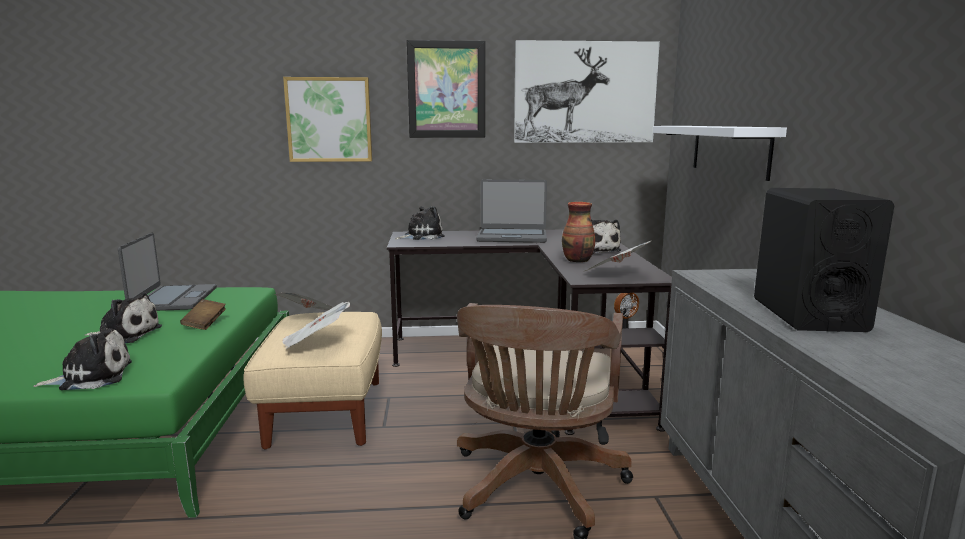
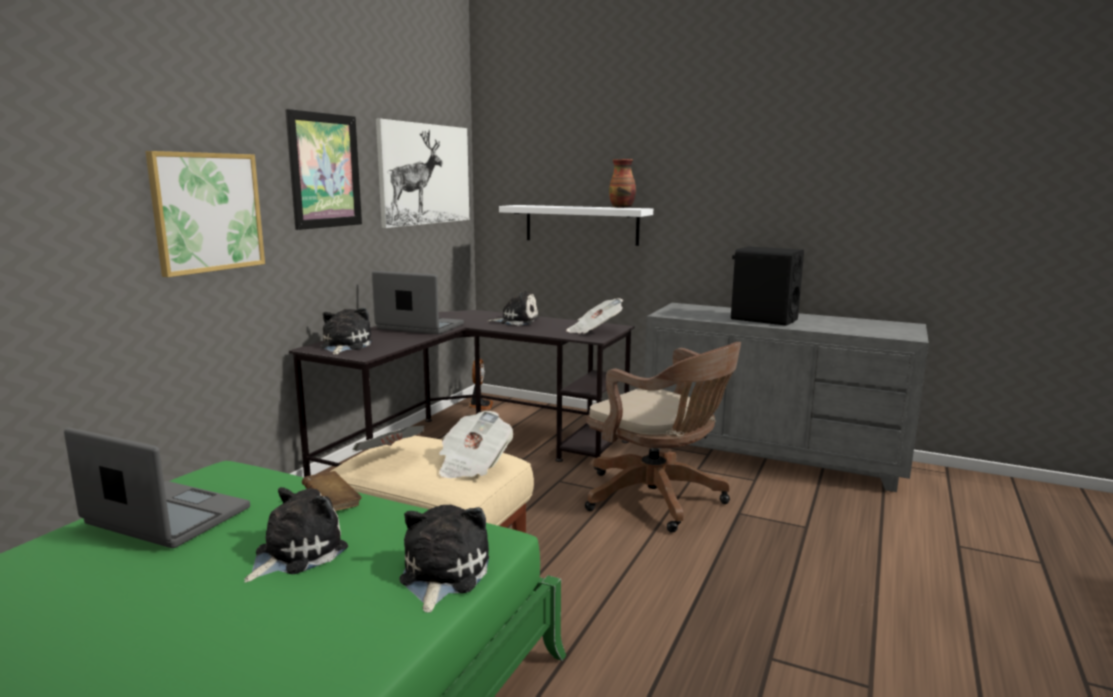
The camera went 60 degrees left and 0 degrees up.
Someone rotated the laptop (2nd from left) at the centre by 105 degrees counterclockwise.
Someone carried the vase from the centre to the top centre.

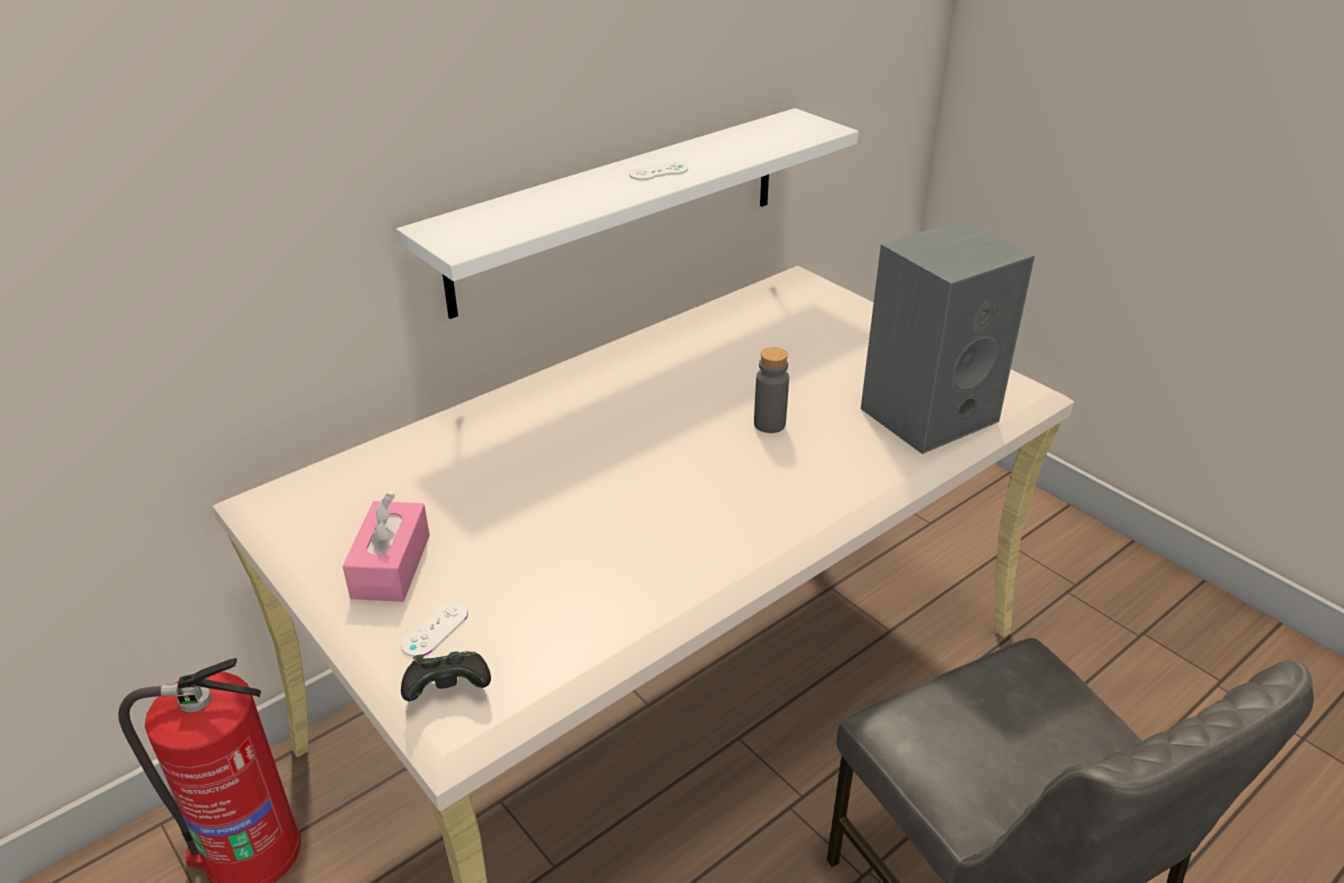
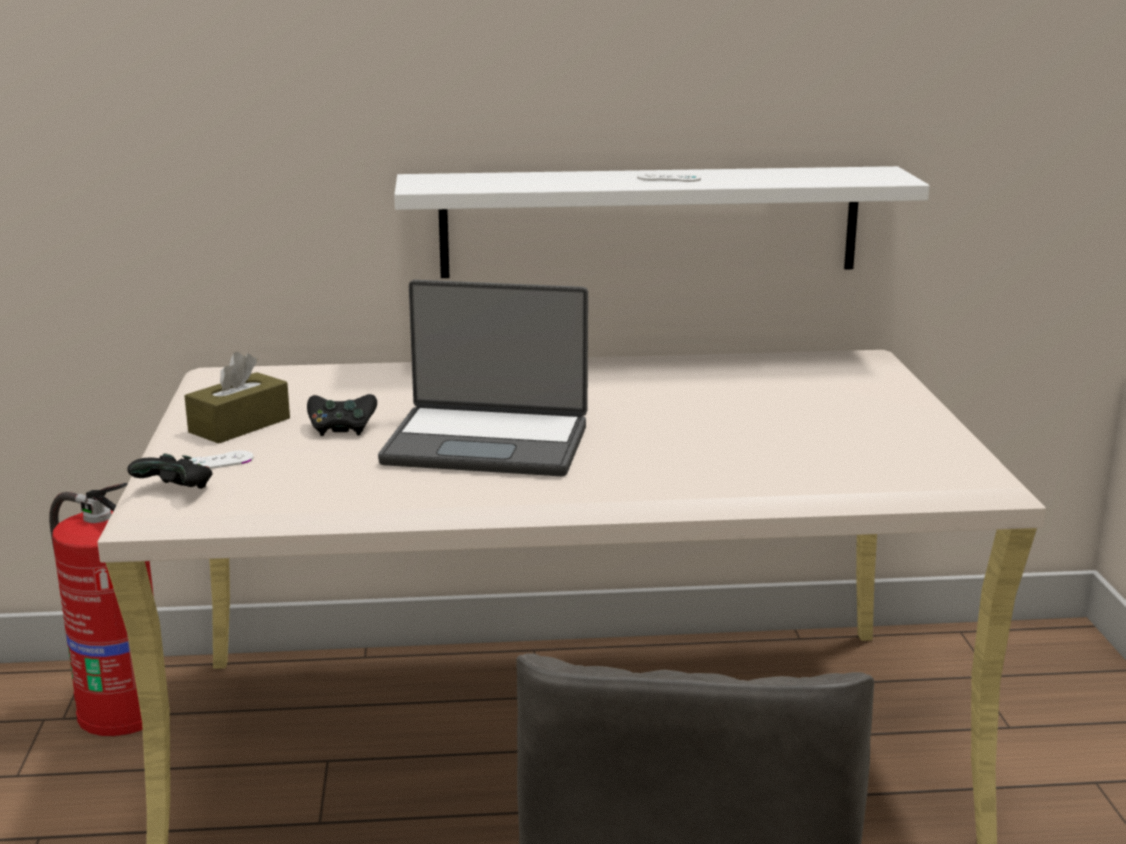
The camera went 35 degrees right and 15 degrees down.
Someone took away the grey speaker at the middle right.
Someone took away the grey bottle at the centre.
Someone repainted the pink tissue box at the middle left, which became the brown tissue box at the middle left.
Someone put down the laptop at the centre.
Someone put down the black game controller (2nd from left) at the middle left.

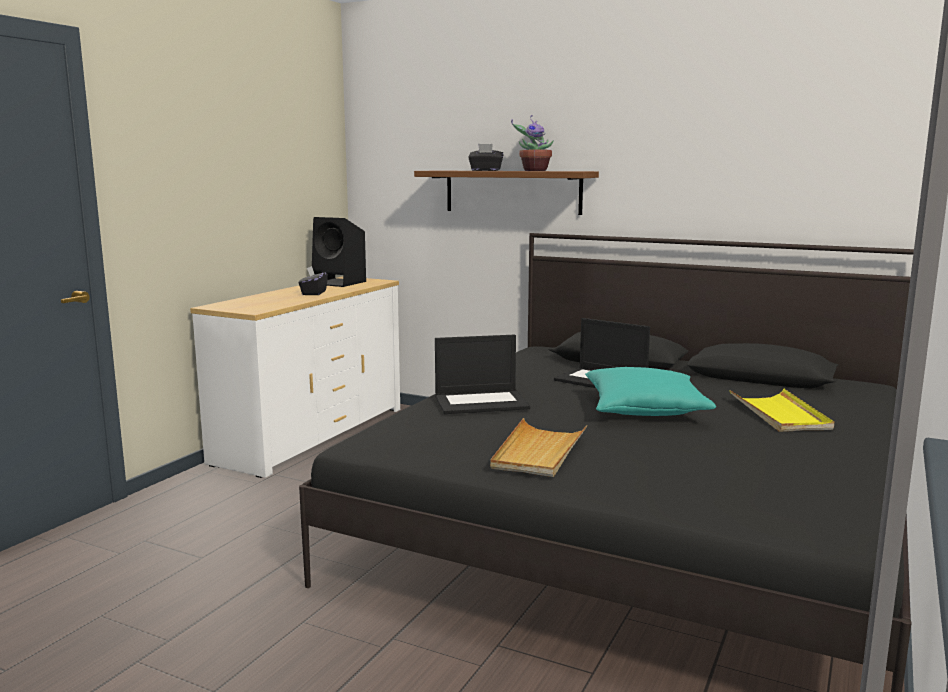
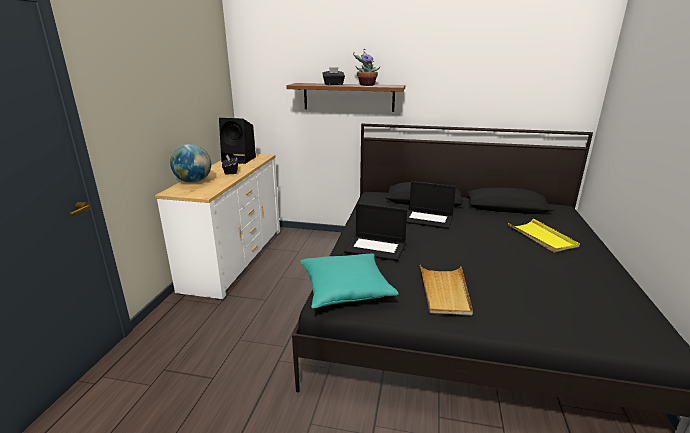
The camera went 15 degrees left and 10 degrees up.
Someone rotated the laptop (1st from left) at the centre by 45 degrees clockwise.
Someone carried the turquoise pillow from the middle right to the centre.
Someone put down the globe at the middle left.

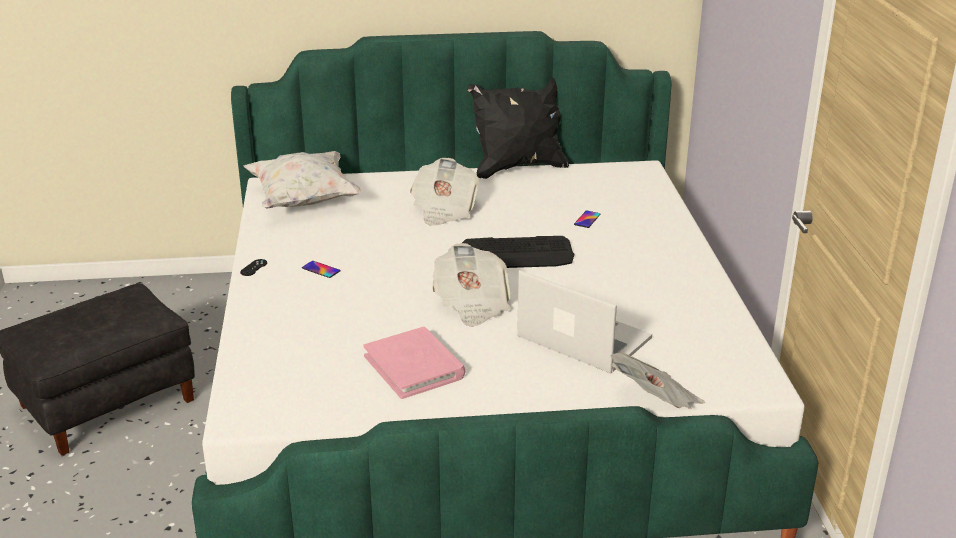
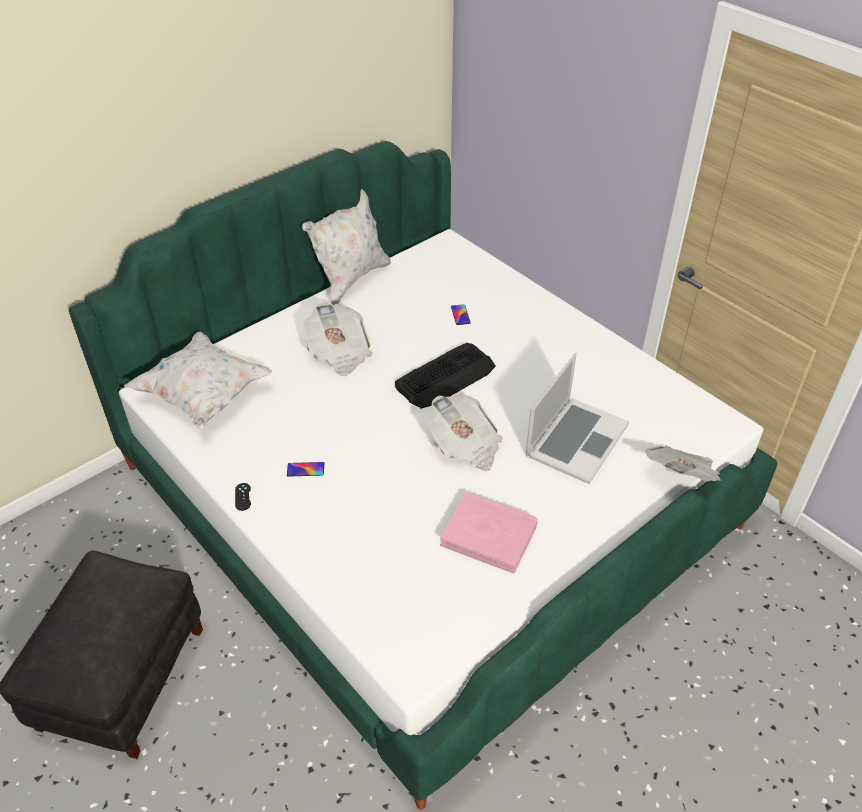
The camera went 35 degrees left and 15 degrees up.
Someone repainted the black pillow at the top centre, which became the white pillow (2nd from left) at the top centre.
Someone rotated the laptop at the centre by 120 degrees clockwise.

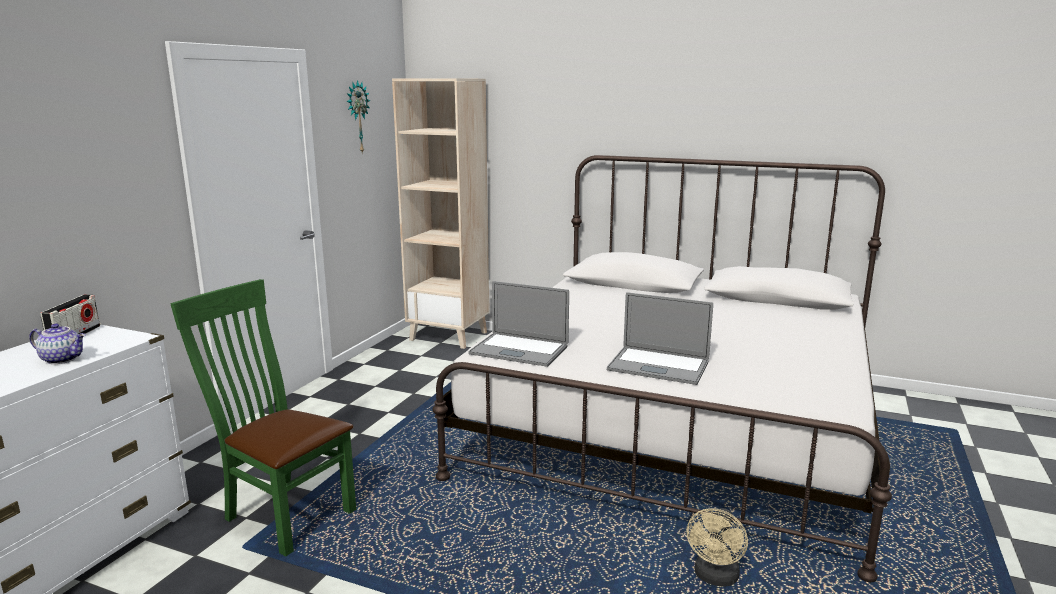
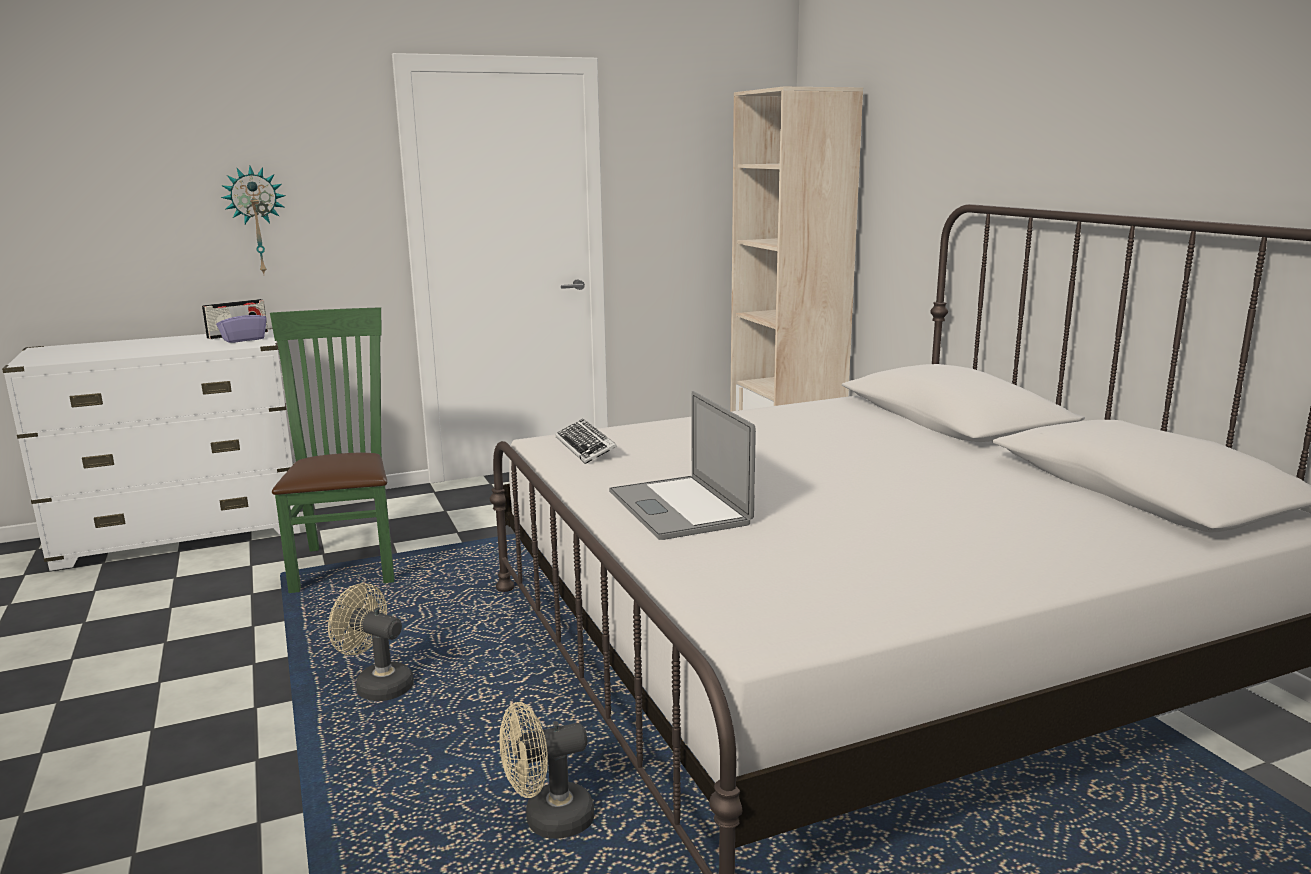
The camera went 45 degrees right and 0 degrees up.
Someone carried the wall clock from the top centre to the top left.
Someone swapped the laptop (1st from left) at the centre for the keyboard at the centre.
Someone took away the teapot at the middle left.
Someone put down the purple tissue box at the middle left.
Someone put down the beige fan (1st from left) at the bottom left.

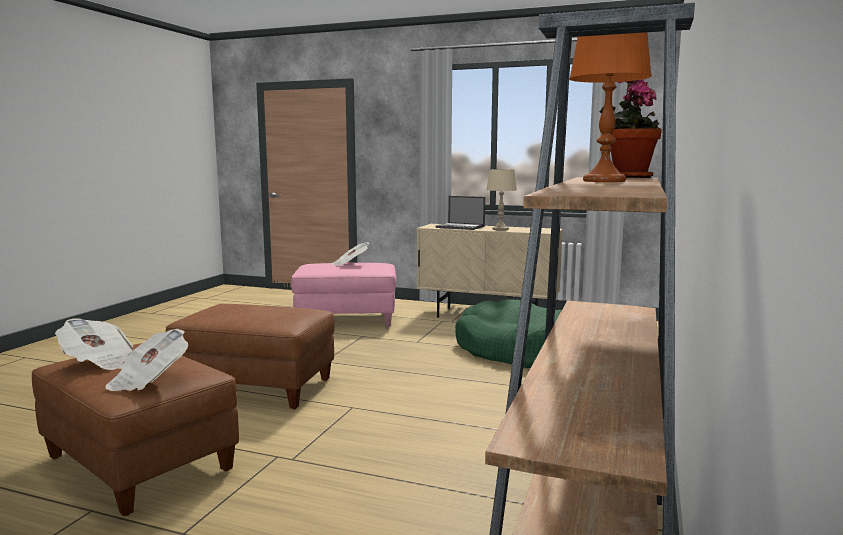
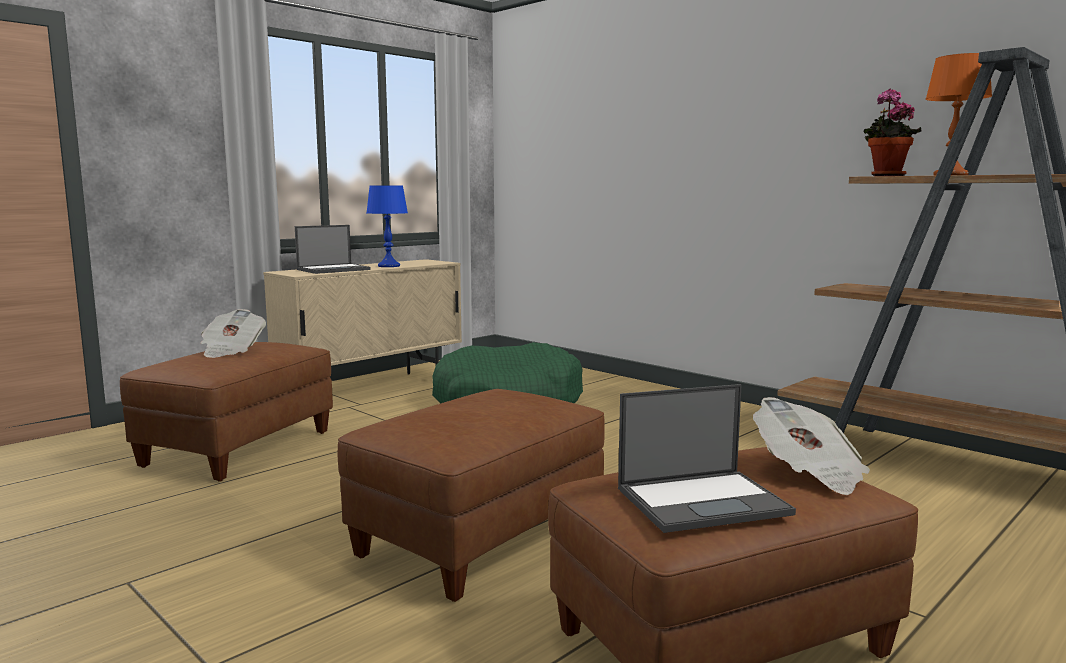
The camera went 65 degrees left and 0 degrees up.
Someone repainted the beige table lamp at the centre, which became the blue table lamp at the centre.
Someone repainted the pink ottoman at the centre, which became the brown ottoman (1st from left) at the middle left.
Someone swapped the newspaper (1st from left) at the middle left for the laptop (2nd from left) at the bottom centre.

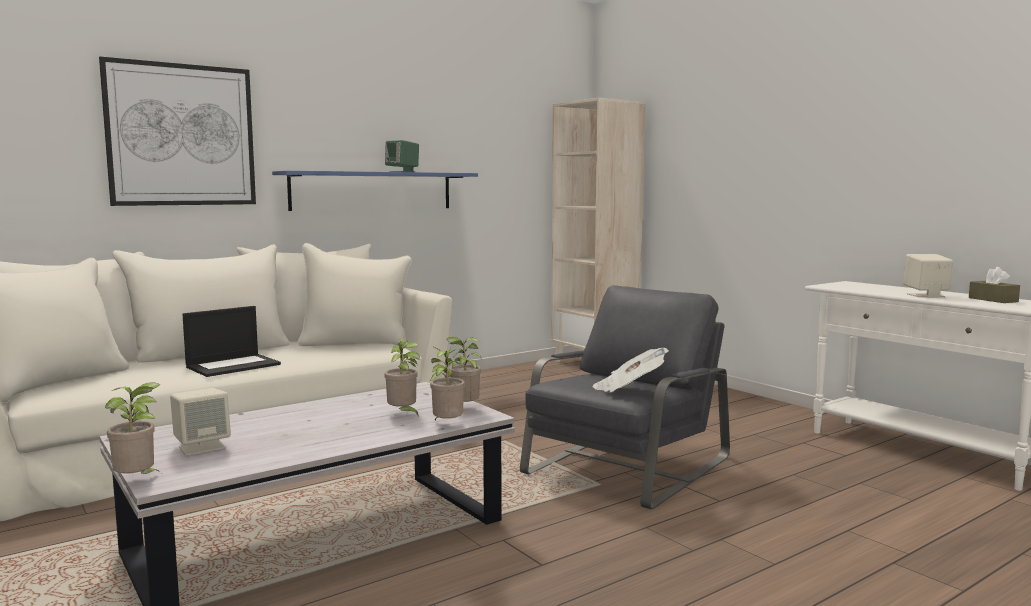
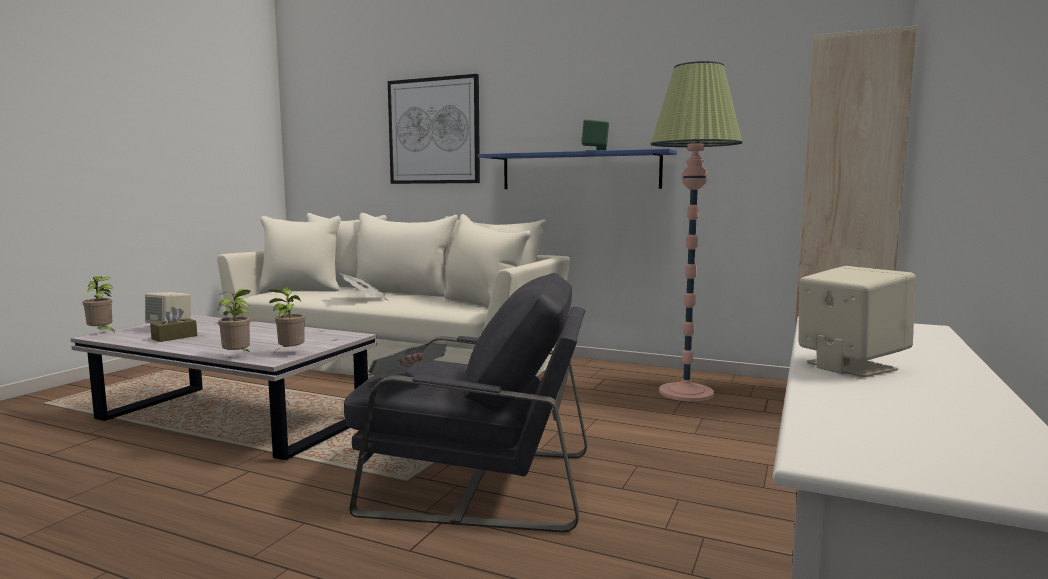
The camera went 60 degrees right and 0 degrees up.
Someone carried the brown tissue box from the middle right to the middle left.
Someone swapped the laptop at the middle left for the newspaper (1st from left) at the centre.
Someone took away the potted plant (2nd from left) at the centre.
Someone put down the floor lamp at the centre.

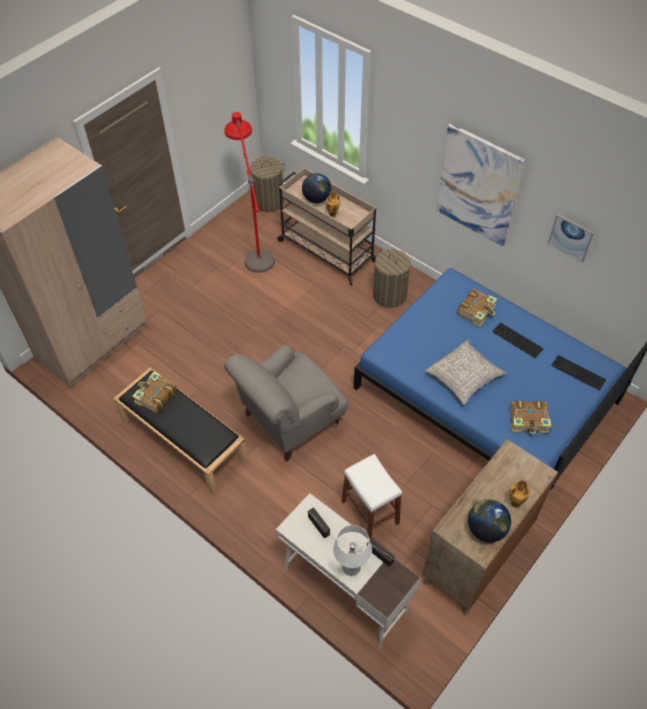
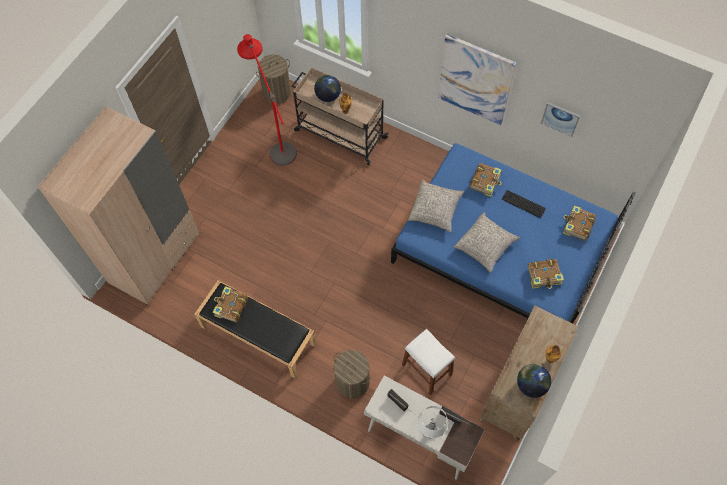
The camera went 10 degrees left and 10 degrees up.
Someone carried the laundry basket (2nd from left) from the centre to the bottom centre.
Someone took away the grey armchair at the centre.
Someone swapped the keyboard (2nd from left) at the middle right for the book (4th from left) at the middle right.
Someone put down the grey pillow (1st from left) at the centre.

